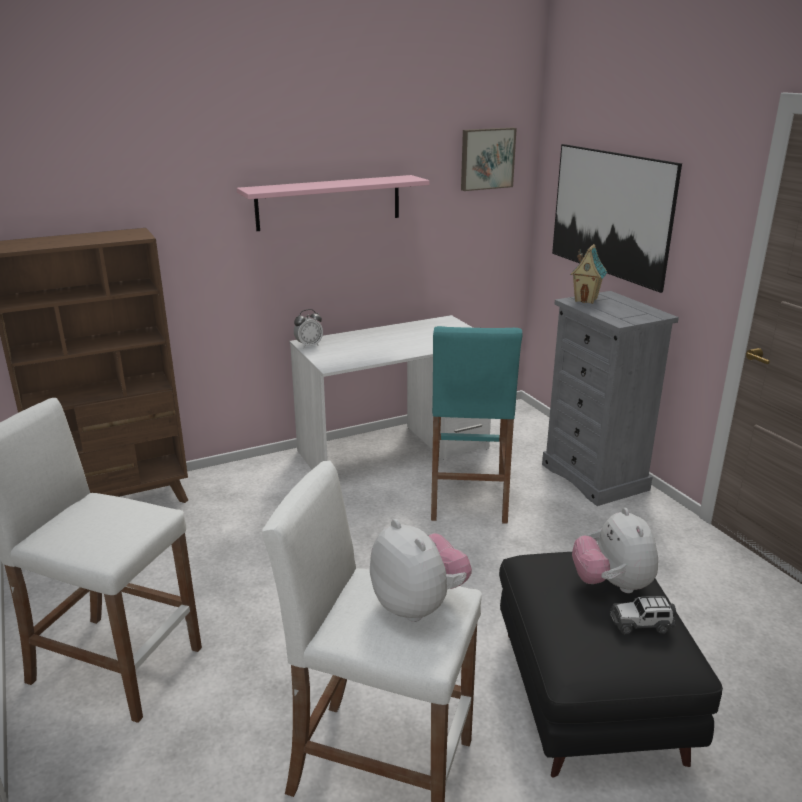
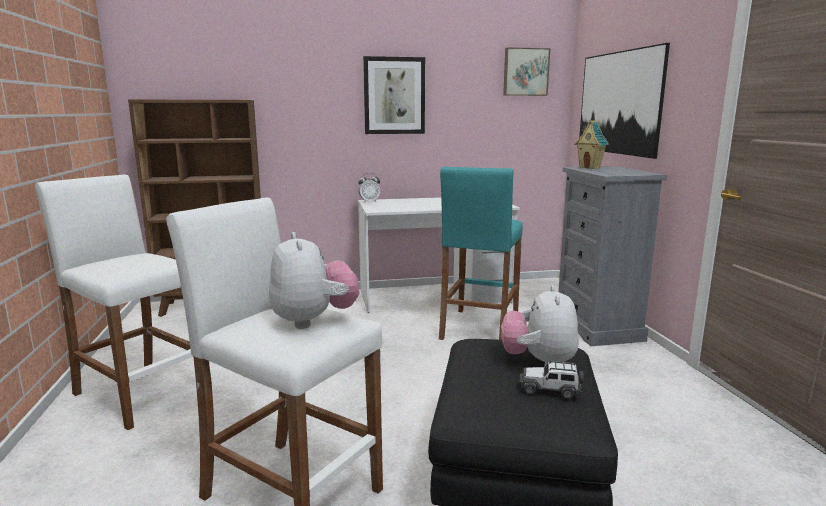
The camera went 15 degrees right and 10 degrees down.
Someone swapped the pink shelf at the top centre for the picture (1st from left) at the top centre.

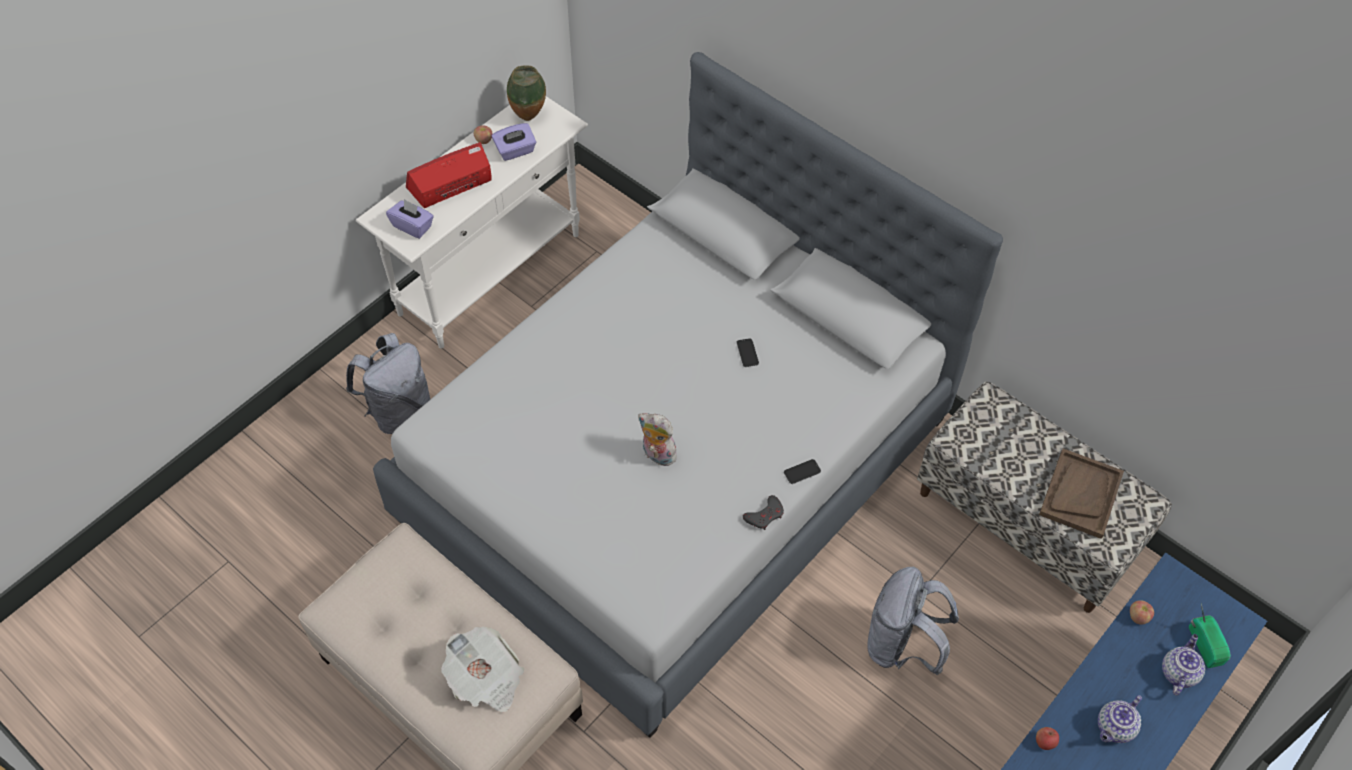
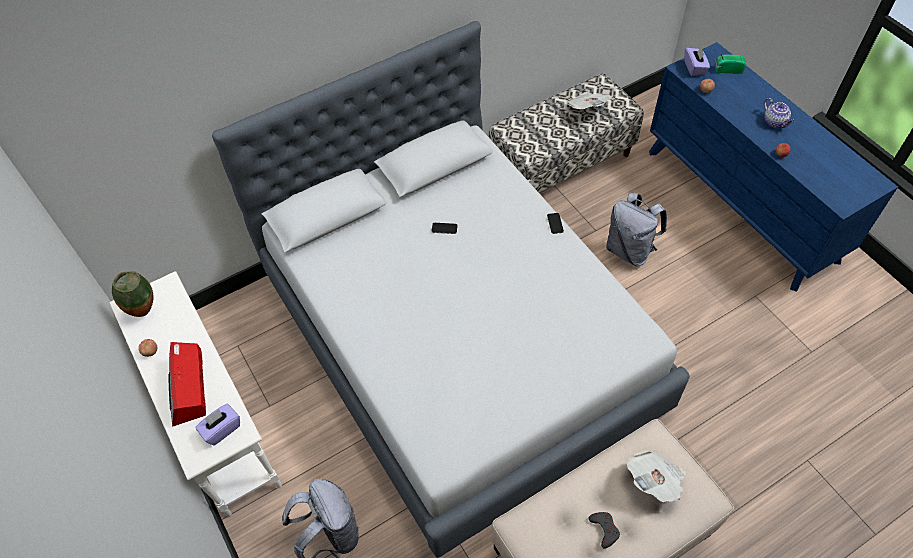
The camera went 70 degrees left and 0 degrees up.
Someone carried the purple tissue box (2nd from left) from the top centre to the top right.
Someone took away the plush toy at the centre.
Someone swapped the brown tray at the middle right for the newspaper (1st from left) at the top centre.
Someone carried the grey game controller from the centre to the bottom centre.
Someone took away the teapot (2nd from left) at the bottom right.

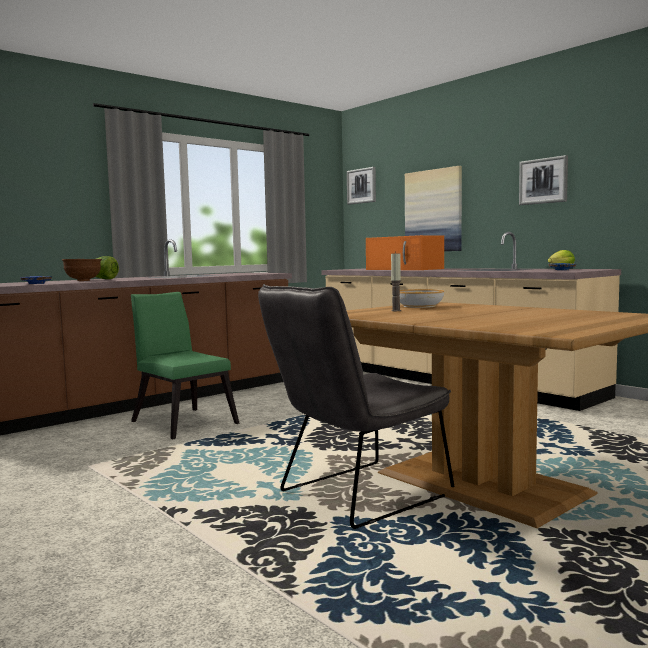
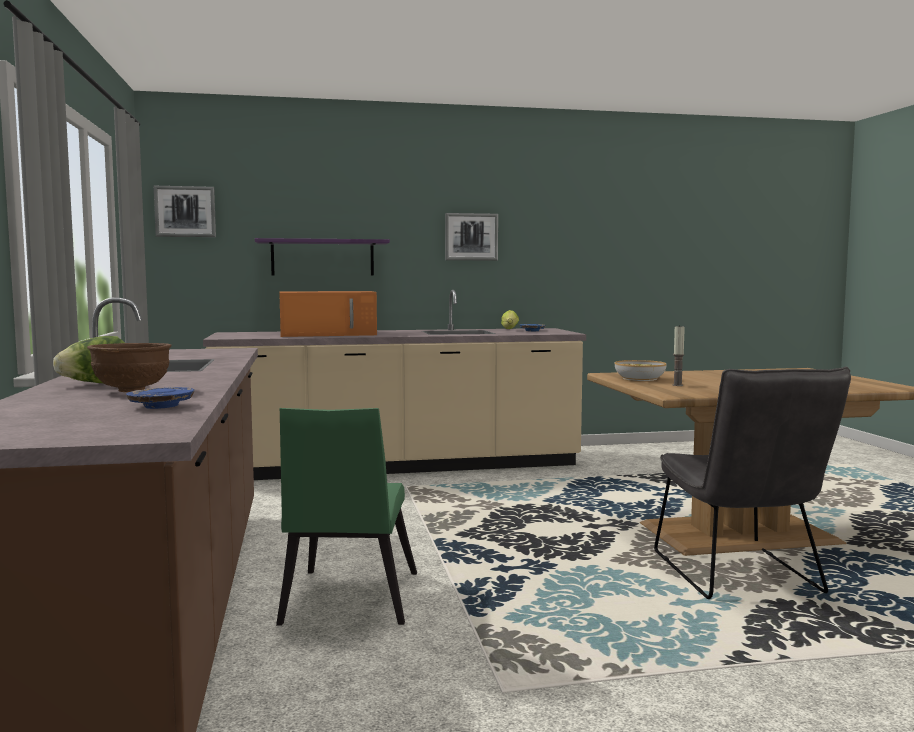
The camera went 60 degrees left and 0 degrees up.
Someone swapped the picture (2nd from left) at the top right for the purple shelf at the centre.
Someone rotated the green chair at the middle left by 75 degrees counterclockwise.

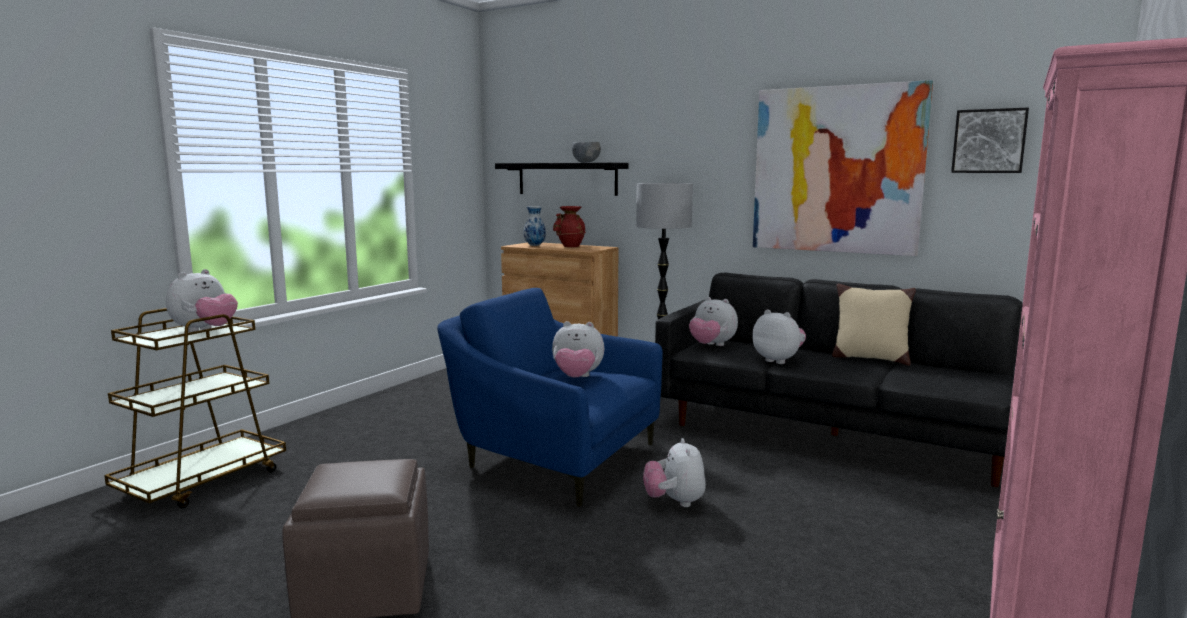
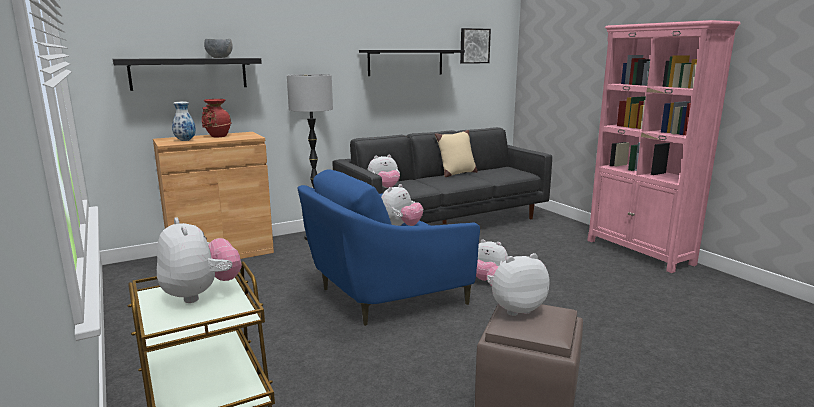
The camera went 60 degrees left and 5 degrees up.
Someone swapped the picture (1st from left) at the top right for the black shelf (2nd from left) at the top centre.
Someone carried the plush toy (5th from left) from the centre to the bottom centre.

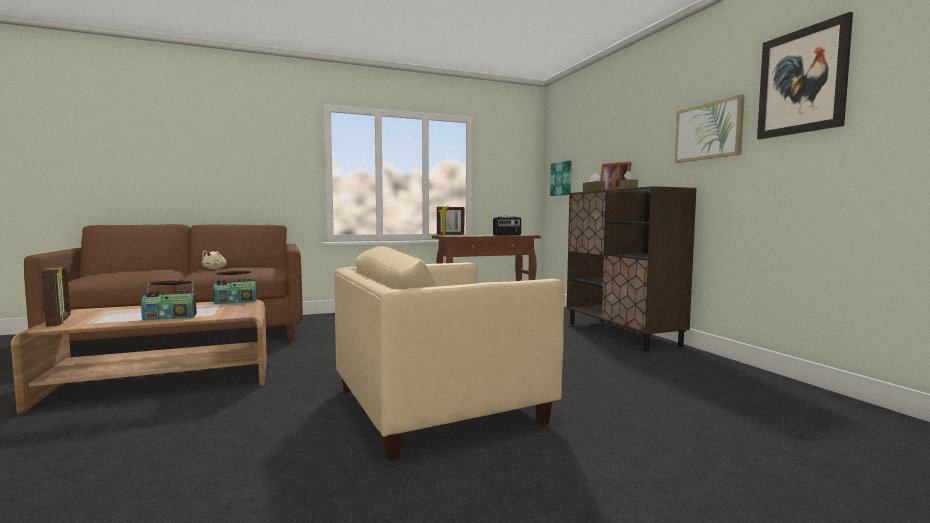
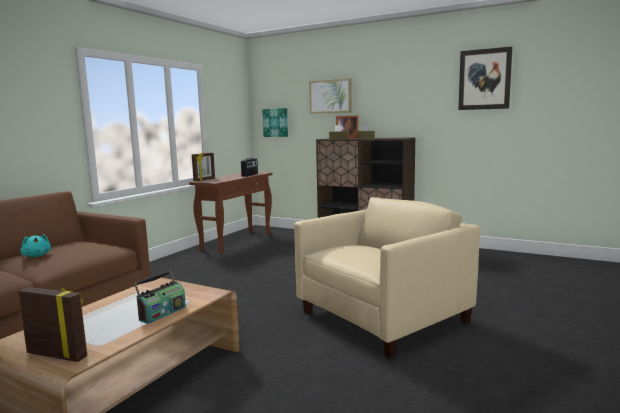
The camera went 40 degrees left and 5 degrees up.
Someone carried the picture (2nd from left) from the top right to the top centre.
Someone rotated the beige armchair at the bottom centre by 150 degrees counterclockwise.
Someone repainted the beige plush toy at the middle left, which became the turquoise plush toy at the middle left.
Someone took away the radio (2nd from left) at the middle left.

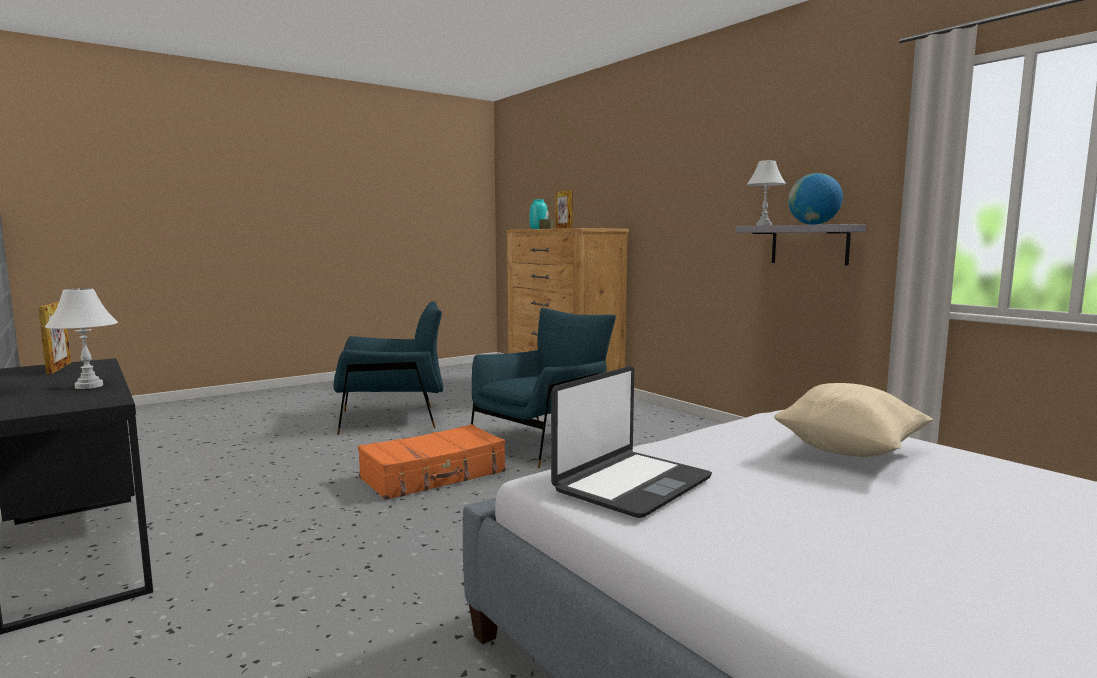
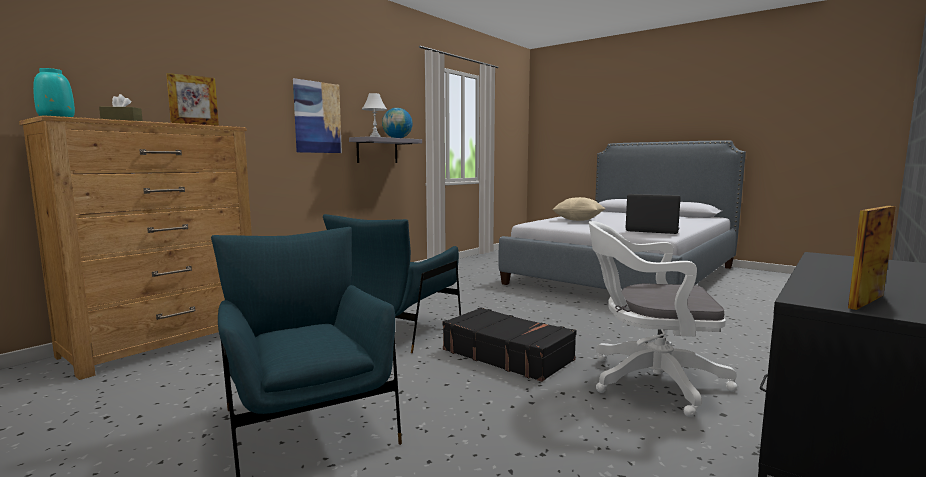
The camera went 105 degrees left and 0 degrees up.
Someone took away the white table lamp (1st from left) at the middle left.
Someone rotated the blue armchair (2nd from left) at the centre by 90 degrees counterclockwise.
Someone repainted the orange suitcase at the bottom centre, which became the black suitcase at the bottom centre.
Someone put up the picture at the top centre.
Someone put down the white office chair at the bottom right.

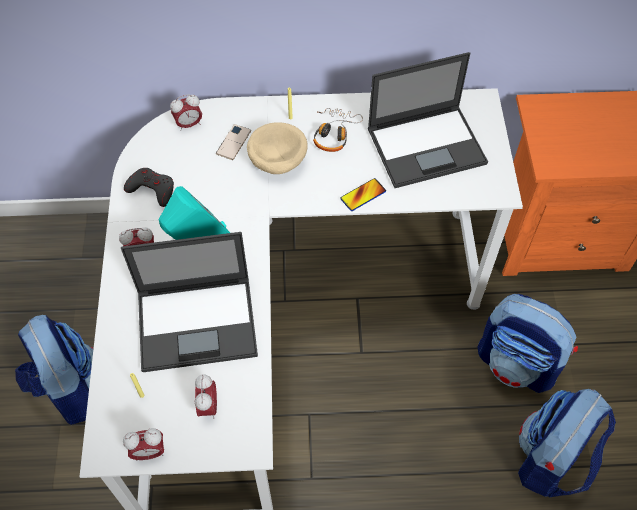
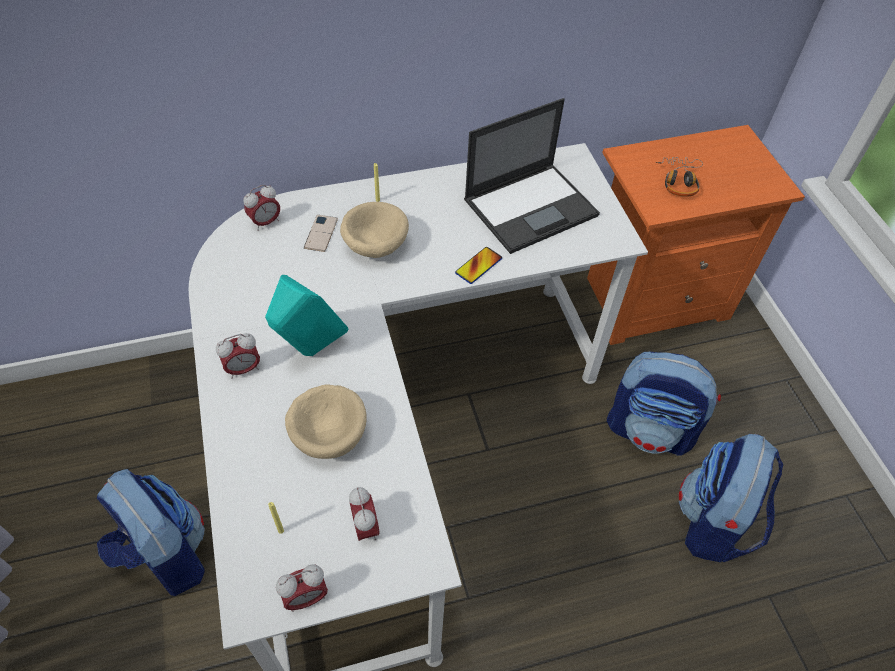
The camera went 15 degrees left and 5 degrees down.
Someone carried the headphones from the top centre to the top right.
Someone took away the grey game controller at the middle left.
Someone swapped the laptop (1st from left) at the middle left for the beige bowl (1st from left) at the centre.

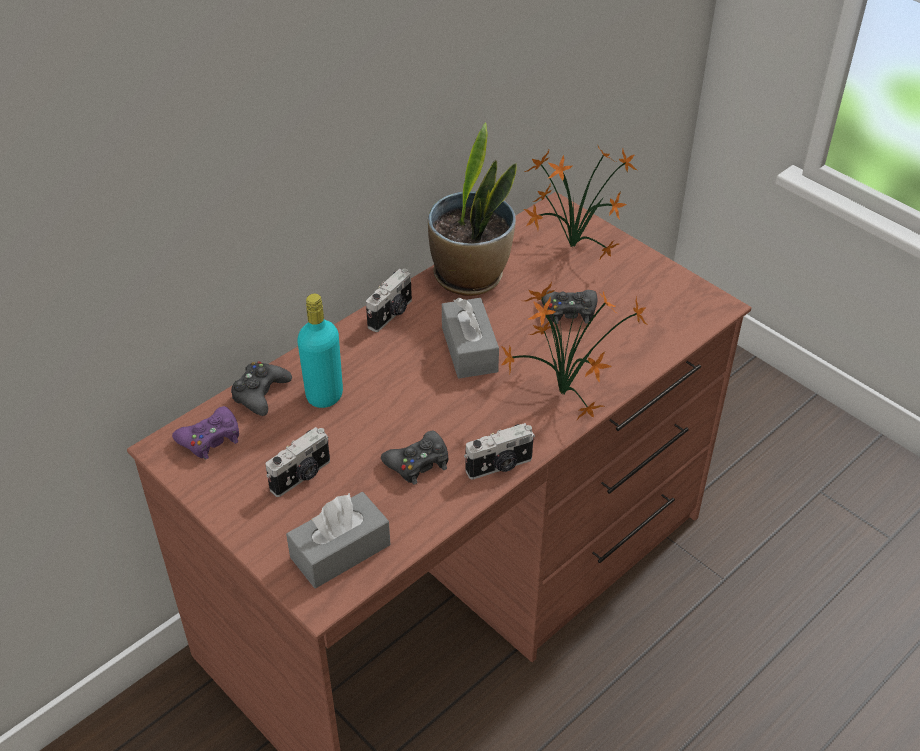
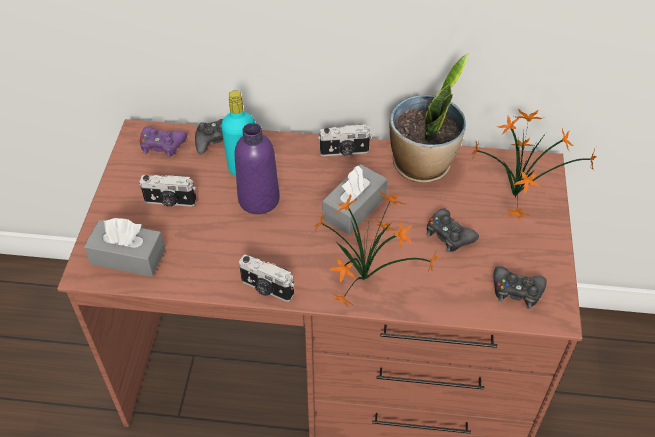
The camera went 50 degrees right and 5 degrees up.
Someone carried the black game controller (2nd from left in the first image) from the centre to the middle right.
Someone put down the purple bottle at the centre.

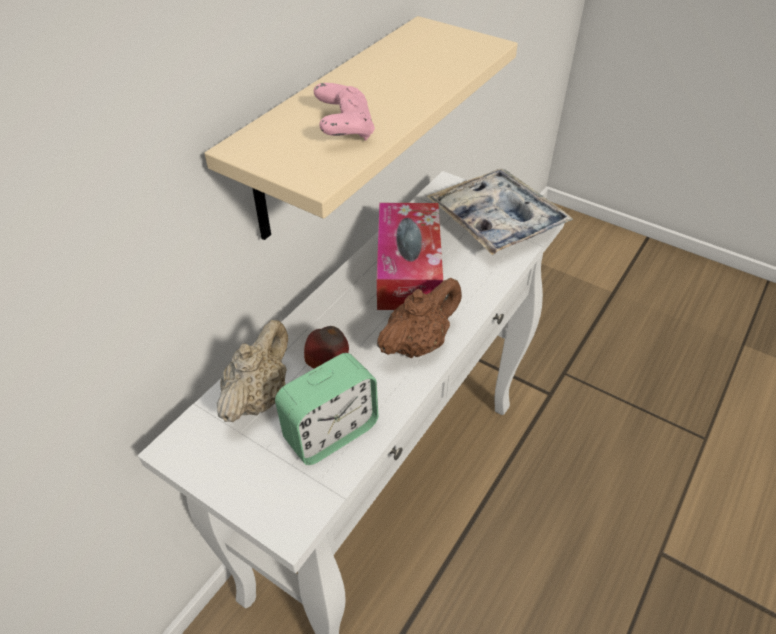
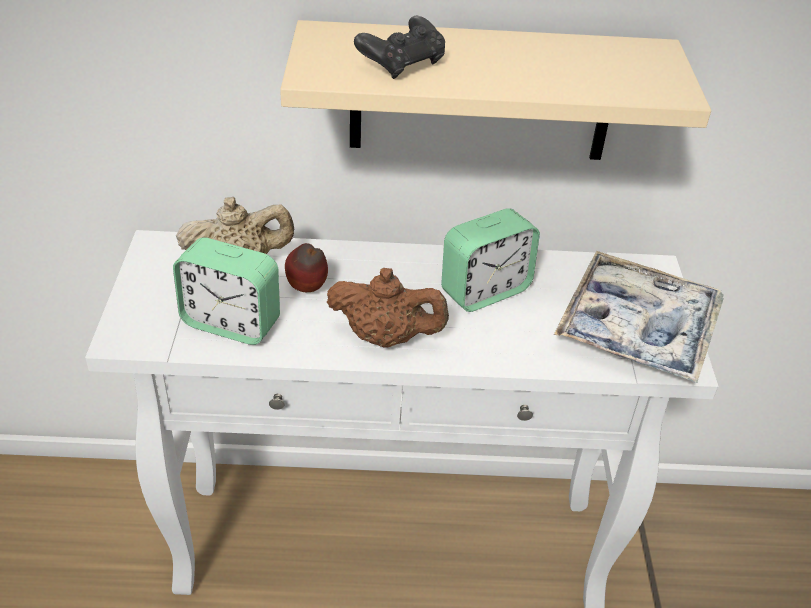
The camera went 55 degrees right and 5 degrees down.
Someone repainted the pink game controller at the top centre, which became the black game controller at the top centre.
Someone swapped the tissue box at the centre for the alarm clock (2nd from left) at the centre.

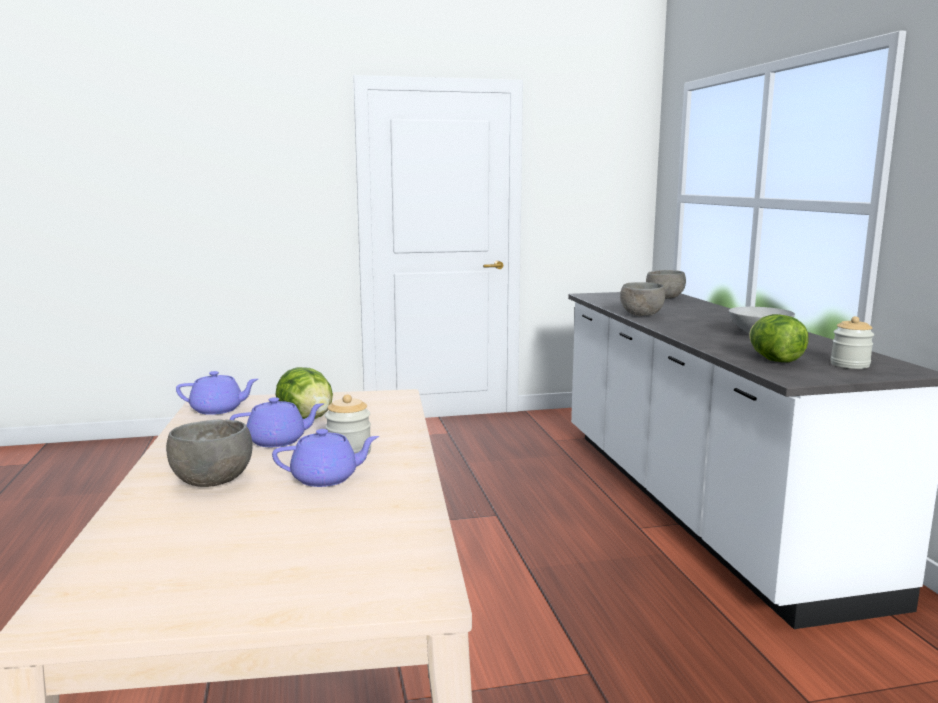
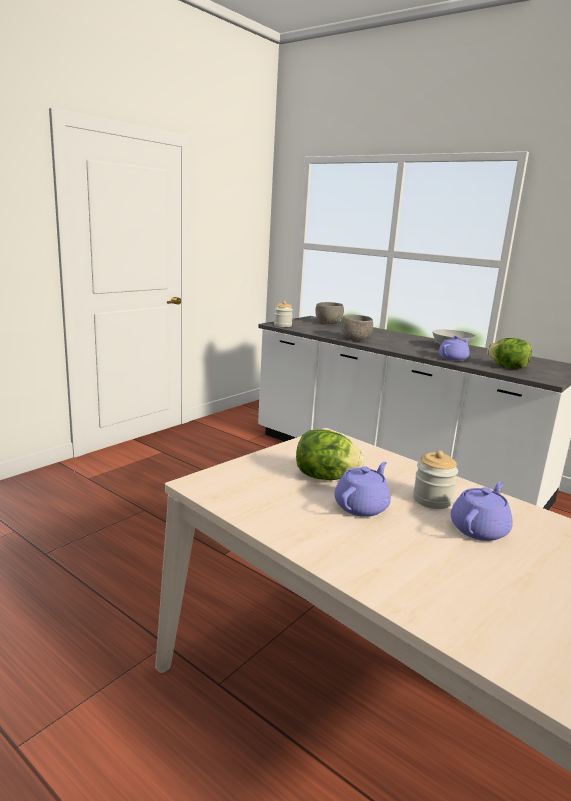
The camera went 40 degrees left and 5 degrees up.
Someone carried the jar (2nd from left in the first image) from the middle right to the centre.
Someone carried the purple teapot (1st from left in the first image) from the middle left to the middle right.
Someone took away the grey bowl (1st from left) at the middle left.

